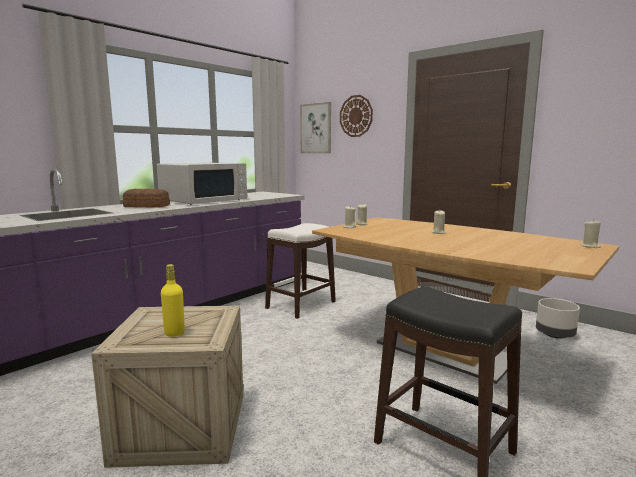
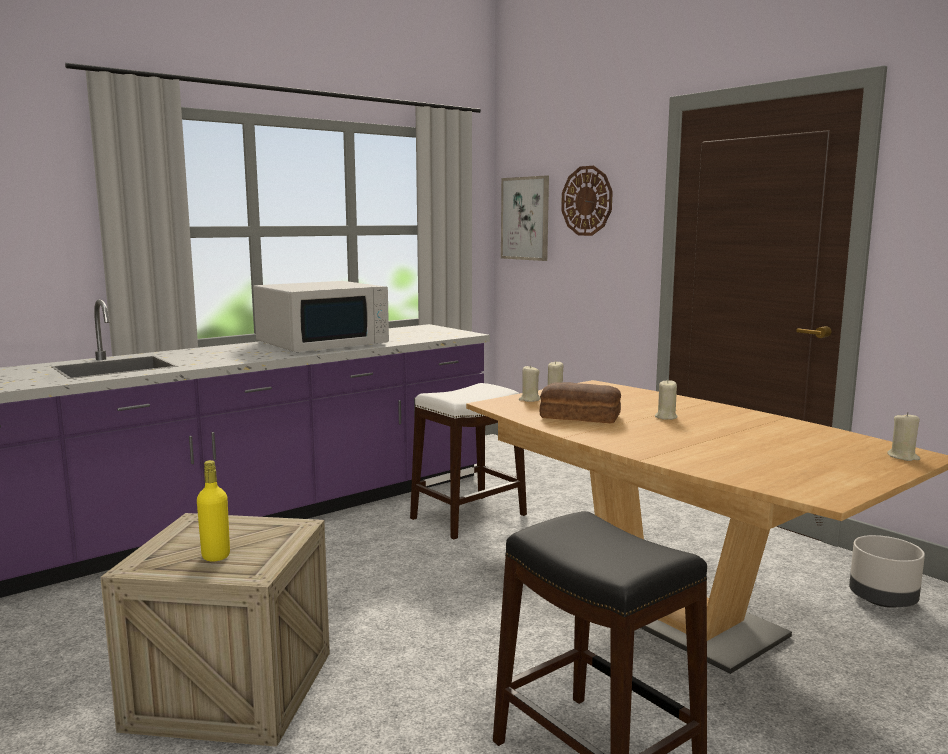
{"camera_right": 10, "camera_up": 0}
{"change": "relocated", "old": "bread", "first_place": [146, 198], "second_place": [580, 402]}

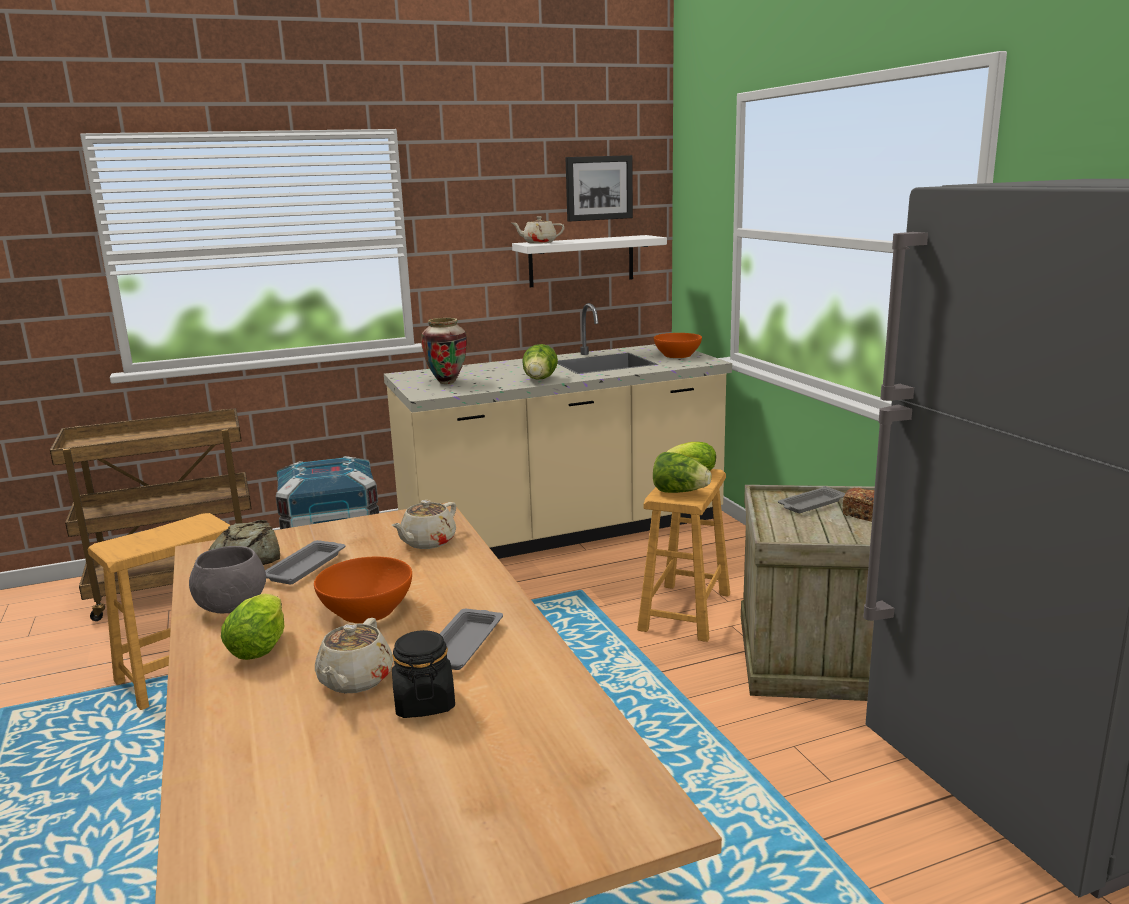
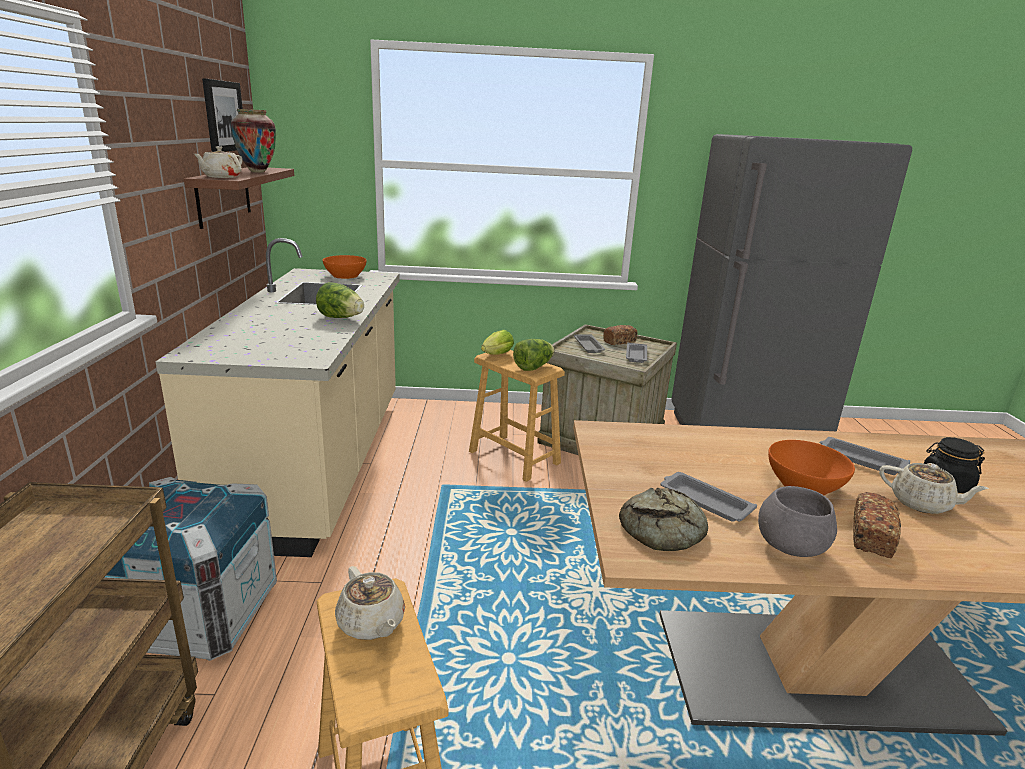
{"camera_right": -70, "camera_up": 5}
{"change": "colour", "old": "shelf (white)", "new": "shelf (brown)", "first_place": [589, 261], "second_place": [239, 198]}
{"change": "relocated", "old": "vase", "first_place": [444, 351], "second_place": [253, 140]}
{"change": "relocated", "old": "teapot (beige)", "first_place": [423, 524], "second_place": [370, 603]}
{"change": "exchanged", "old": "lettuce", "new": "bread", "first_place": [252, 627], "second_place": [877, 525]}
{"change": "appeared", "new": "tray (grey)", "second_place": [636, 353]}

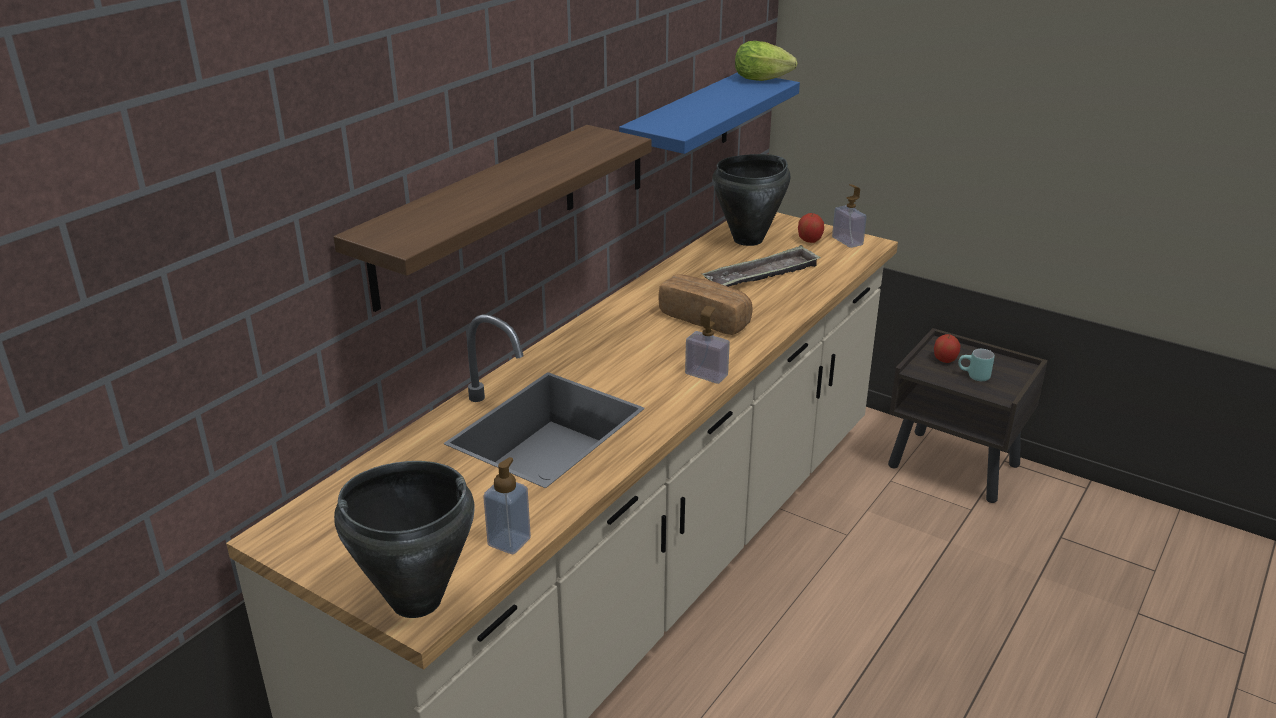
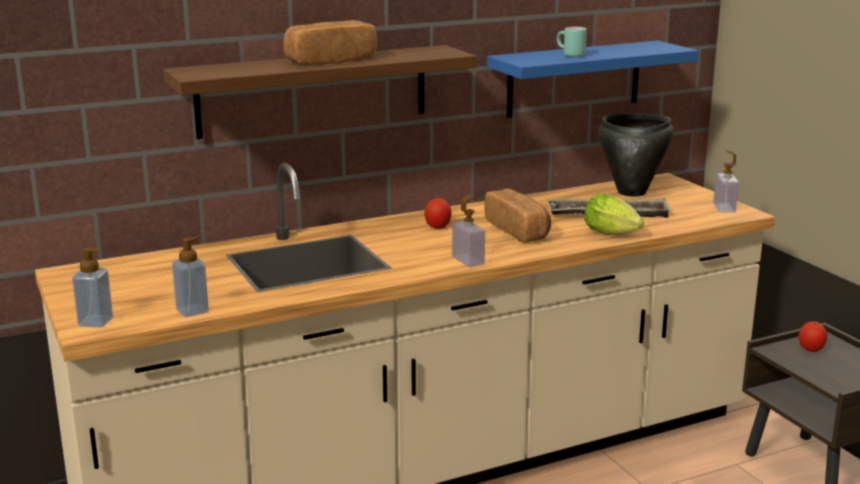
{"camera_right": 30, "camera_up": -10}
{"change": "relocated", "old": "lettuce", "first_place": [766, 61], "second_place": [614, 214]}
{"change": "relocated", "old": "apple", "first_place": [811, 228], "second_place": [438, 213]}
{"change": "relocated", "old": "mug (turquoise)", "first_place": [976, 365], "second_place": [572, 42]}
{"change": "exchanged", "old": "cooking pot (black)", "new": "soap dispenser", "first_place": [404, 539], "second_place": [92, 288]}
{"change": "appeared", "new": "bread", "second_place": [330, 42]}

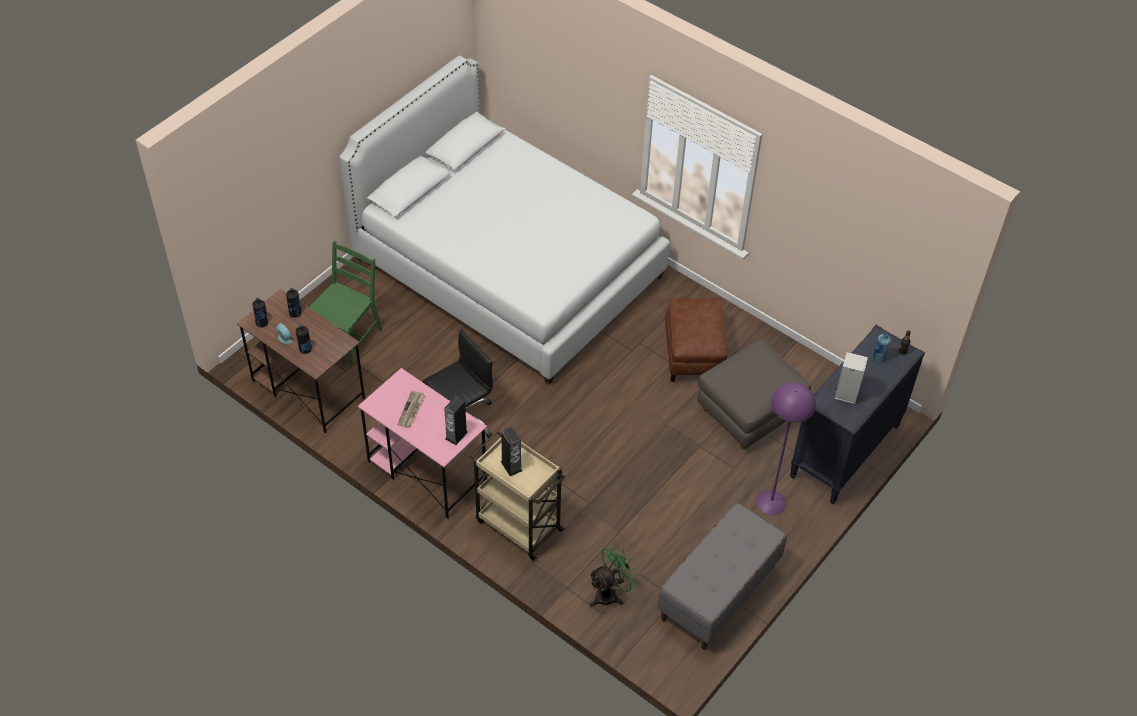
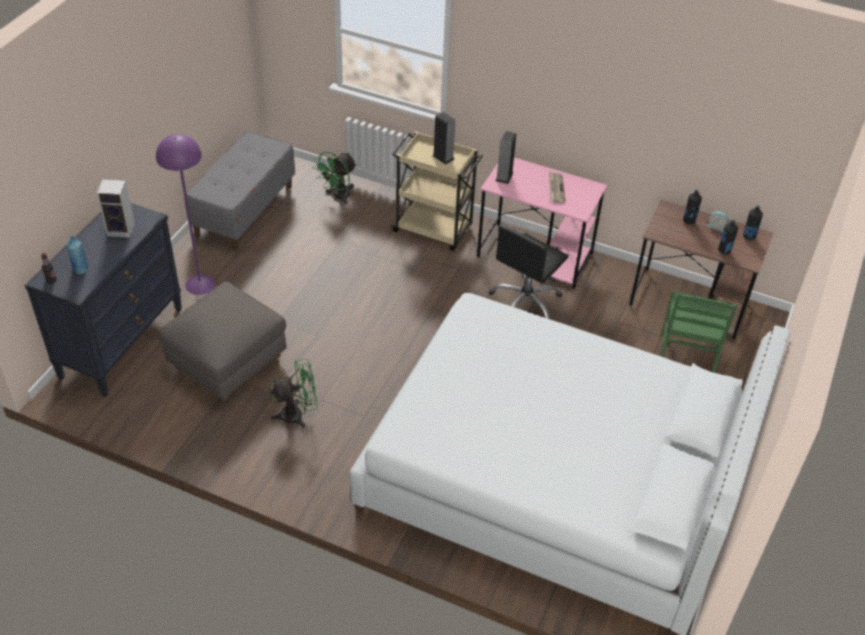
{"camera_right": 165, "camera_up": -5}
{"change": "exchanged", "old": "ottoman (brown)", "new": "fan (green)", "first_place": [696, 340], "second_place": [294, 393]}

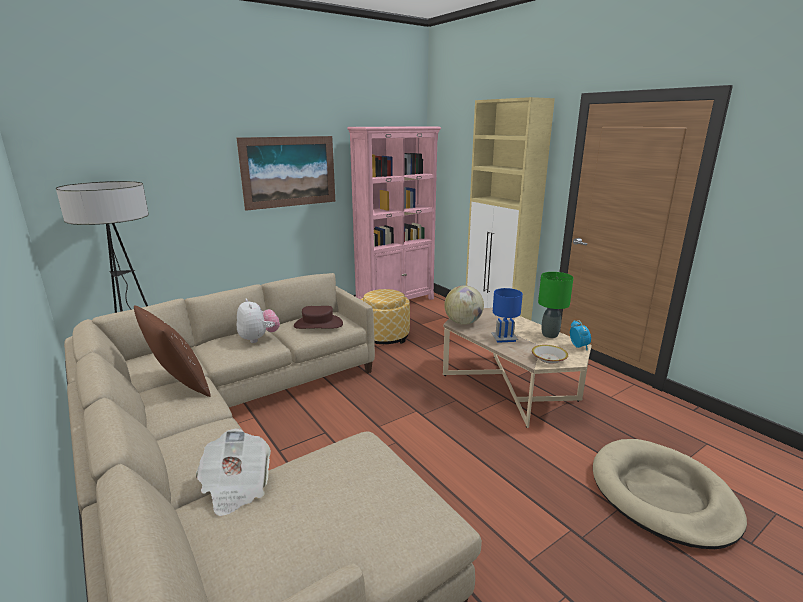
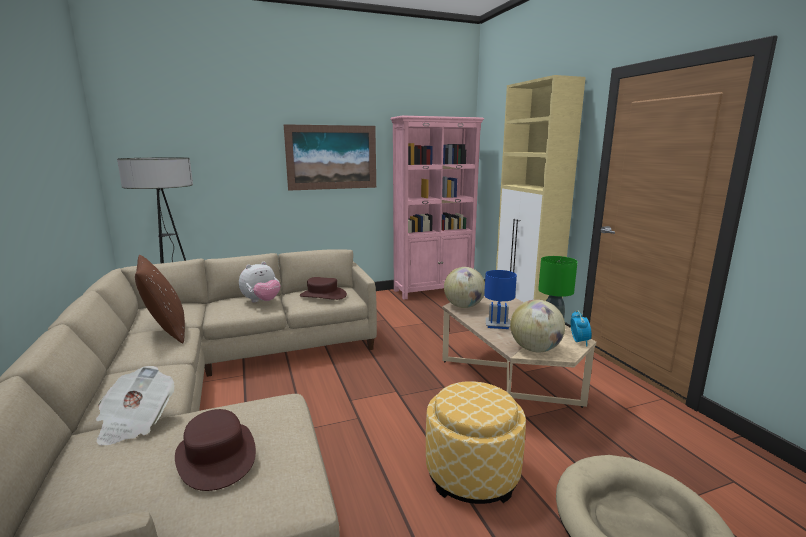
{"camera_right": 15, "camera_up": -5}
{"change": "relocated", "old": "ottoman", "first_place": [385, 316], "second_place": [476, 442]}
{"change": "spun", "old": "plush toy", "first_place": [258, 320], "second_place": [259, 282], "degrees": 60}
{"change": "exchanged", "old": "bowl", "new": "globe", "first_place": [550, 354], "second_place": [537, 325]}
{"change": "appeared", "new": "hat (brown)", "second_place": [215, 450]}

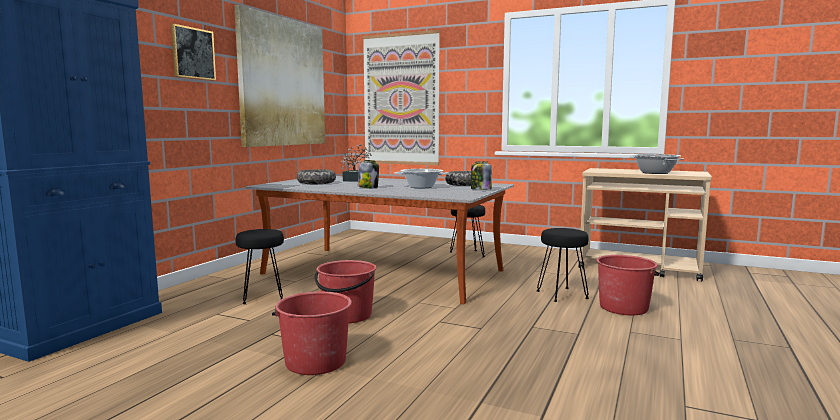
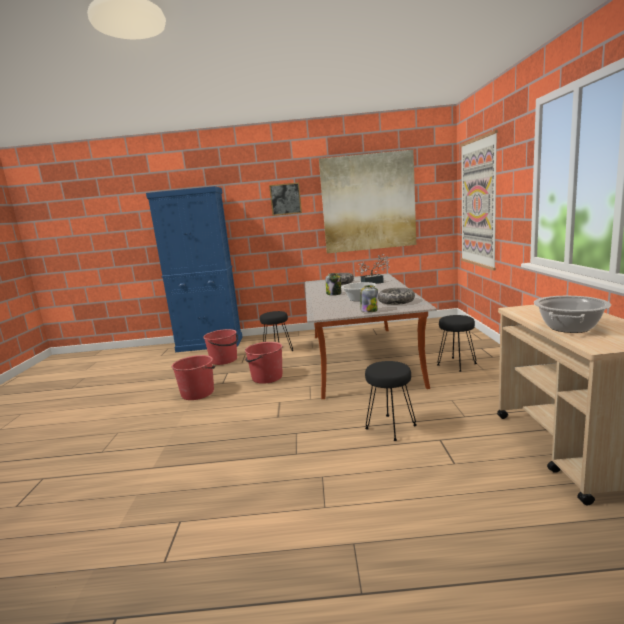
{"camera_right": 65, "camera_up": 5}
{"change": "relocated", "old": "bucket (red)", "first_place": [628, 285], "second_place": [220, 347]}

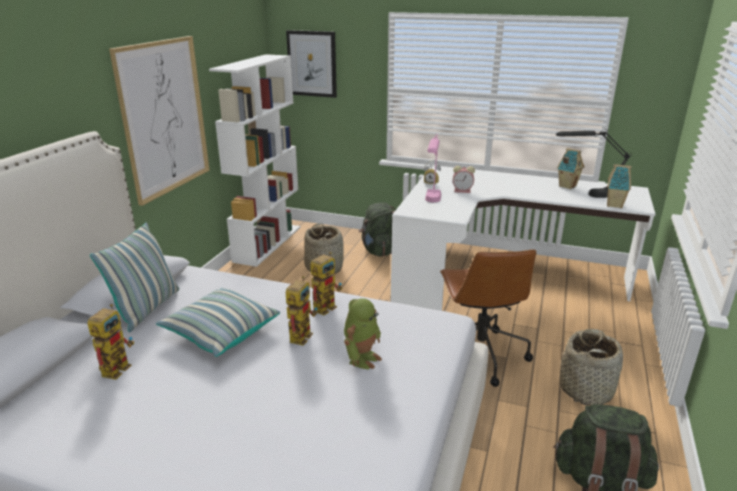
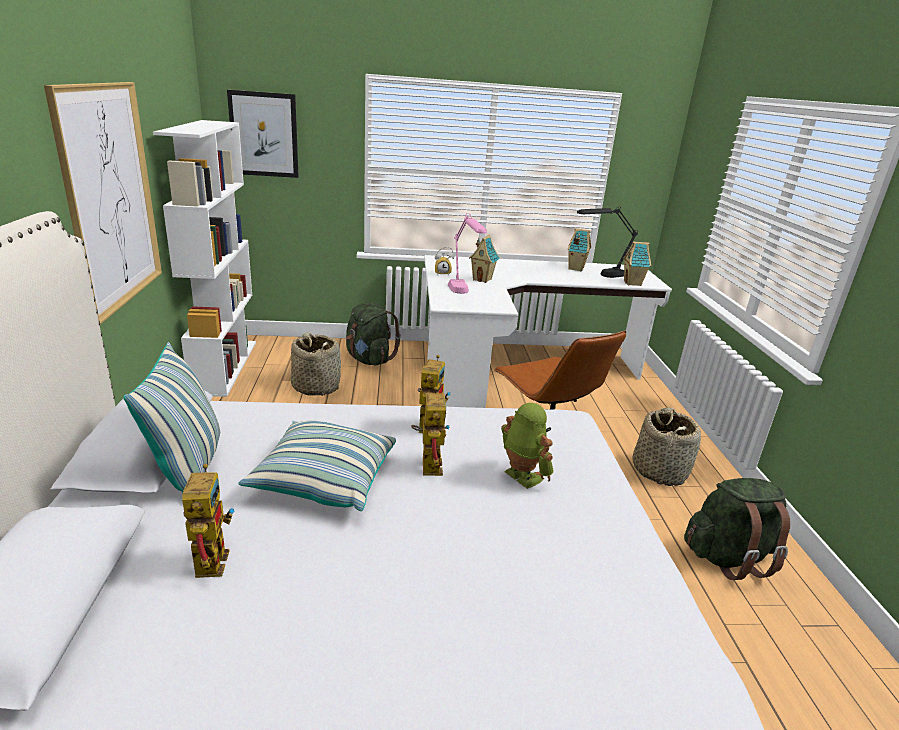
{"camera_right": -25, "camera_up": 0}
{"change": "exchanged", "old": "alarm clock", "new": "toy house", "first_place": [464, 179], "second_place": [484, 259]}
{"change": "spun", "old": "toy robot", "first_place": [363, 333], "second_place": [527, 446], "degrees": -45}

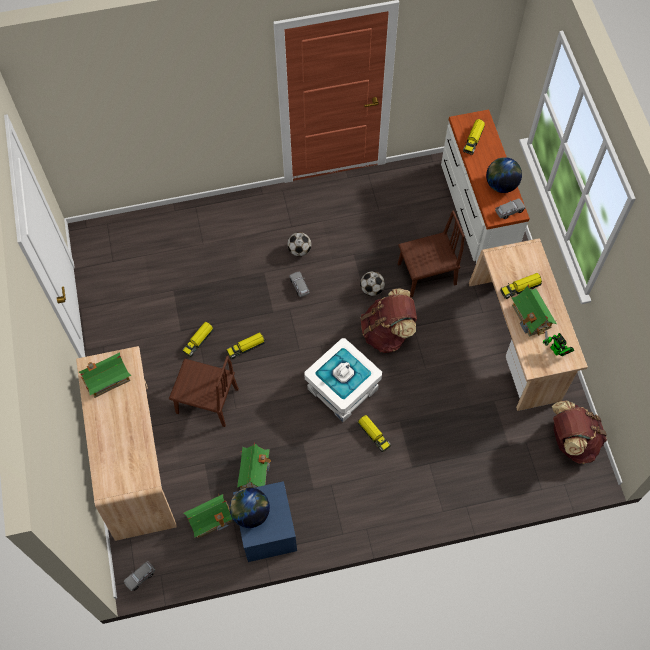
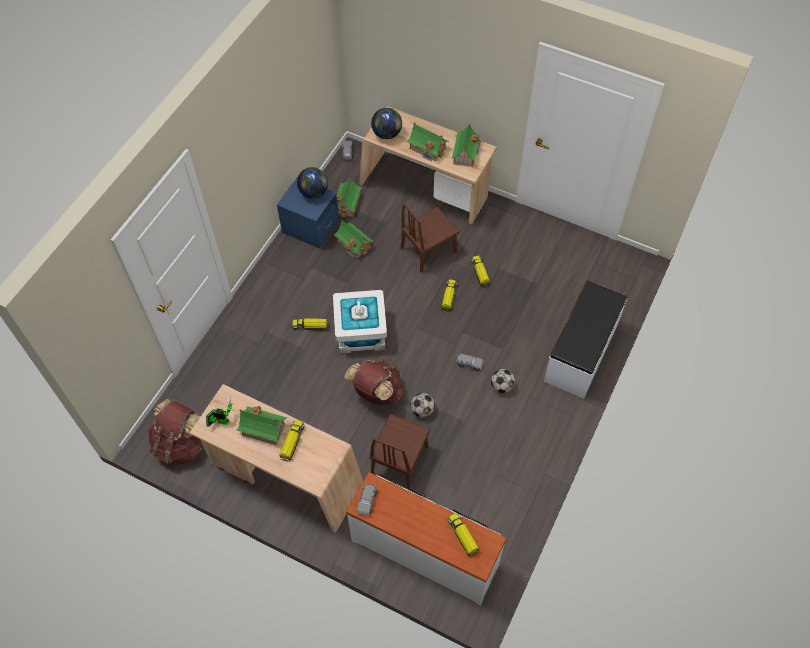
{"camera_right": 130, "camera_up": -5}
{"change": "relocated", "old": "globe", "first_place": [504, 175], "second_place": [386, 123]}
{"change": "appeared", "new": "toy house", "second_place": [428, 141]}
{"change": "appeared", "new": "bench (white)", "second_place": [585, 340]}

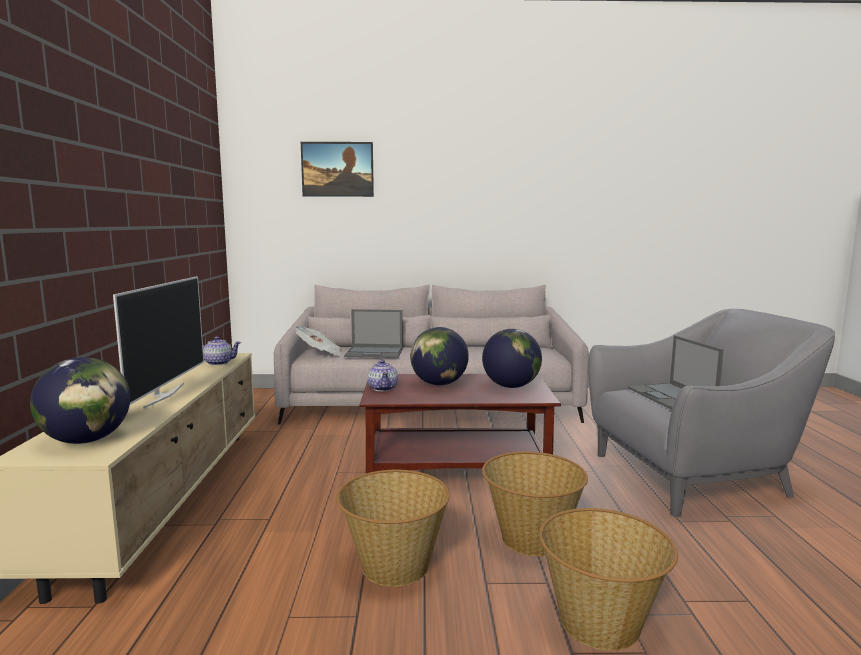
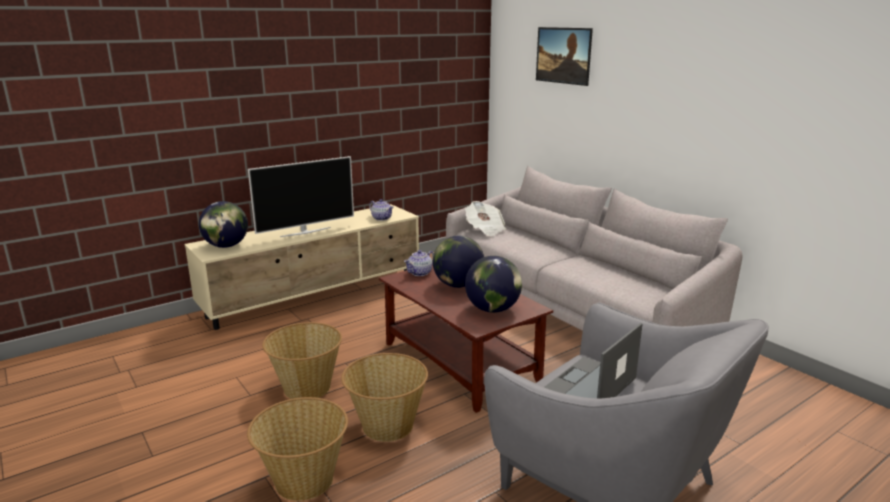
{"camera_right": 55, "camera_up": 10}
{"change": "missing", "old": "laptop", "first_place": [373, 333]}

